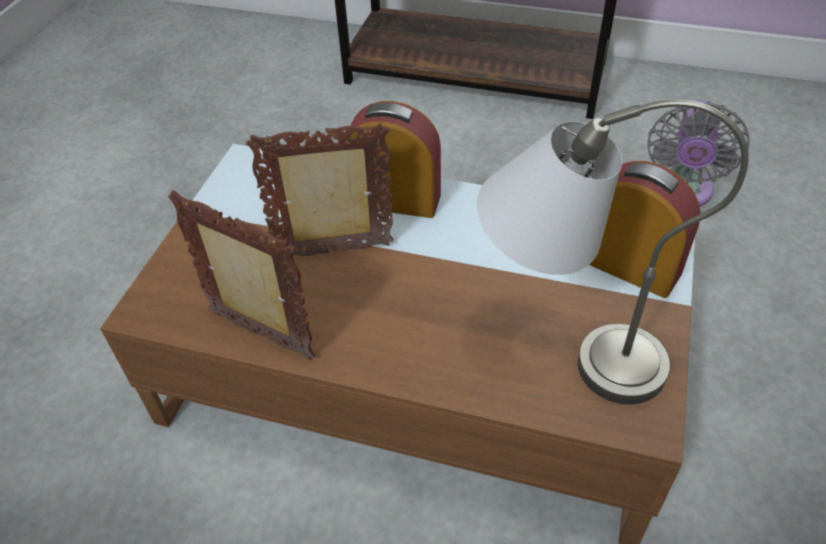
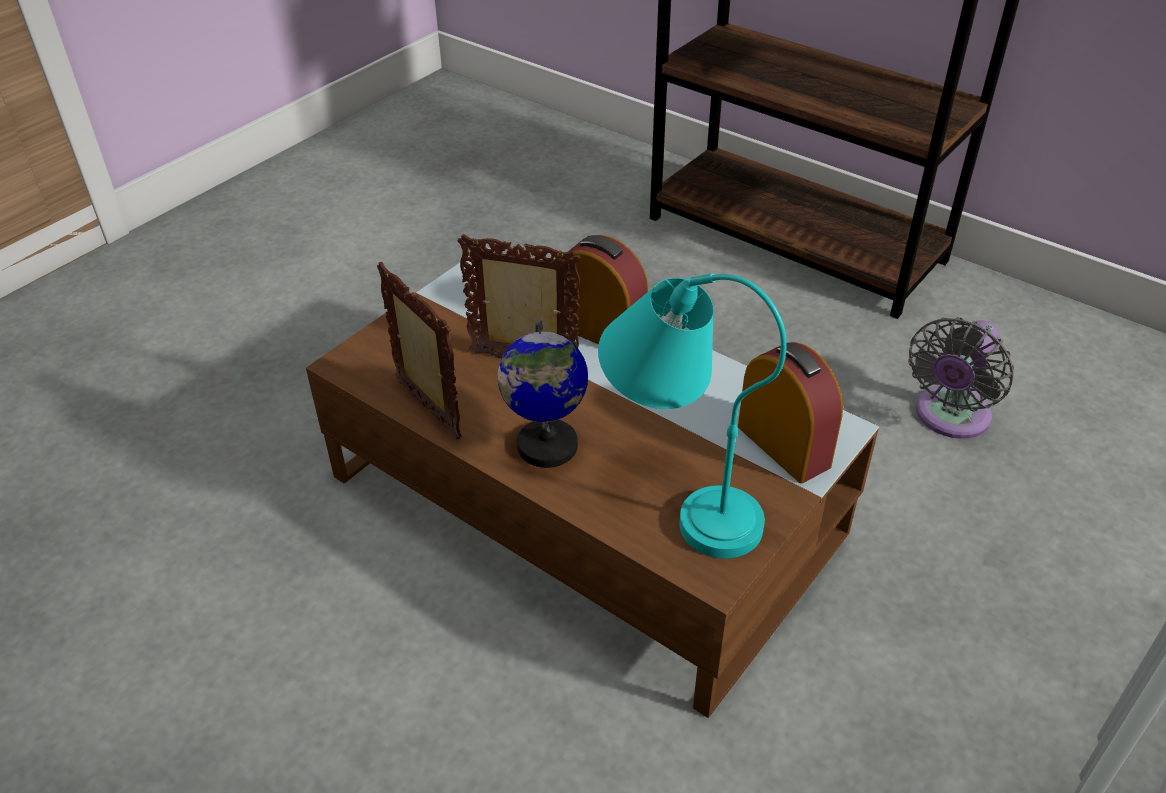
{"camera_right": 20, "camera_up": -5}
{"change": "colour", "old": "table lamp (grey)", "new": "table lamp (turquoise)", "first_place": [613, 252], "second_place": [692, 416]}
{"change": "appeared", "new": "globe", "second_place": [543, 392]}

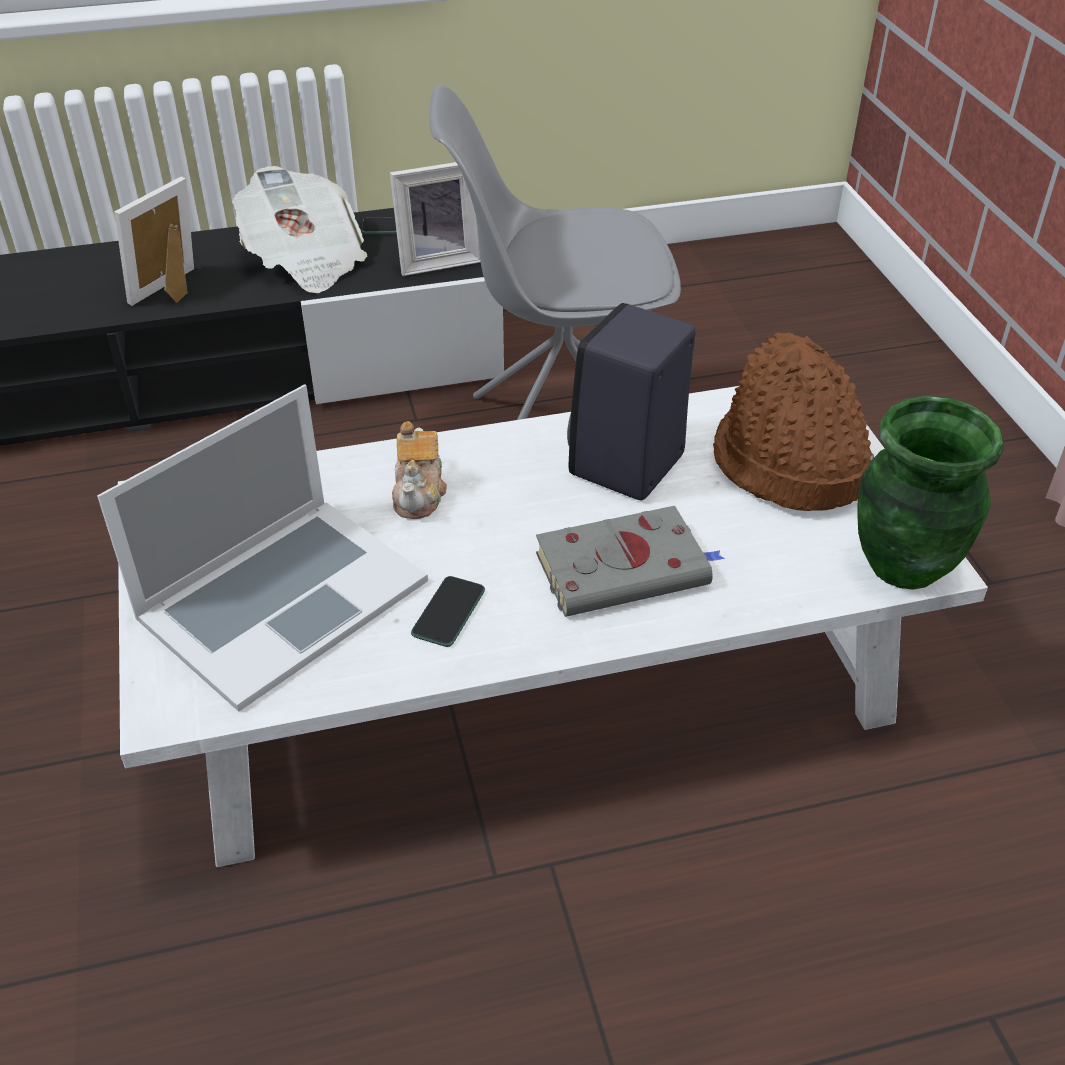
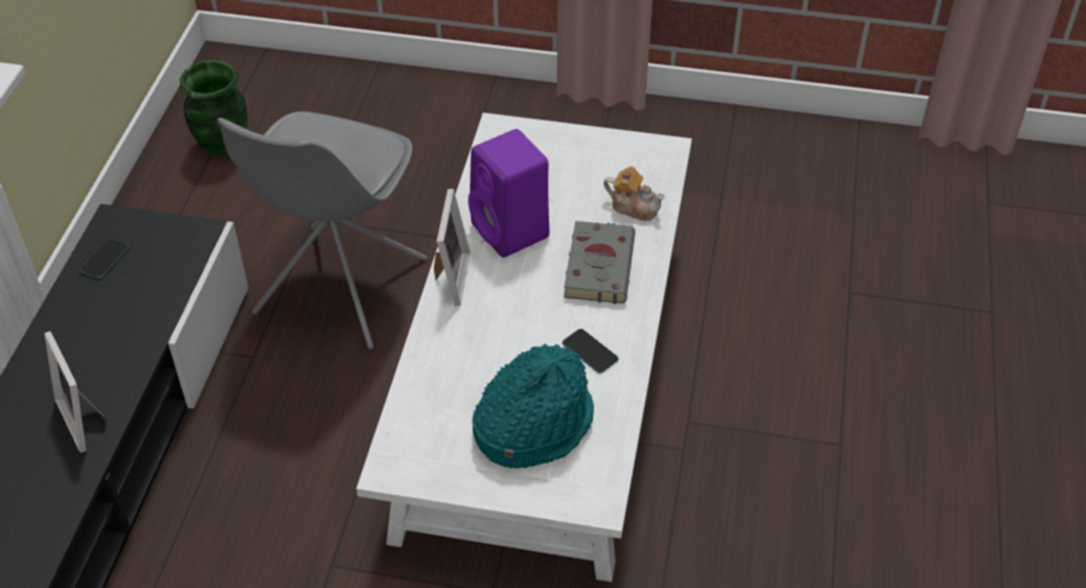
{"camera_right": -65, "camera_up": 5}
{"change": "relocated", "old": "picture frame", "first_place": [435, 219], "second_place": [452, 247]}
{"change": "missing", "old": "newspaper", "first_place": [300, 229]}
{"change": "colour", "old": "speaker (black)", "new": "speaker (purple)", "first_place": [631, 401], "second_place": [508, 193]}
{"change": "missing", "old": "hat (brown)", "first_place": [793, 421]}
{"change": "exchanged", "old": "laptop", "new": "hat (turquoise)", "first_place": [262, 548], "second_place": [533, 406]}
{"change": "relocated", "old": "vase (green)", "first_place": [931, 493], "second_place": [213, 108]}
{"change": "relocated", "old": "teapot", "first_place": [419, 470], "second_place": [634, 193]}

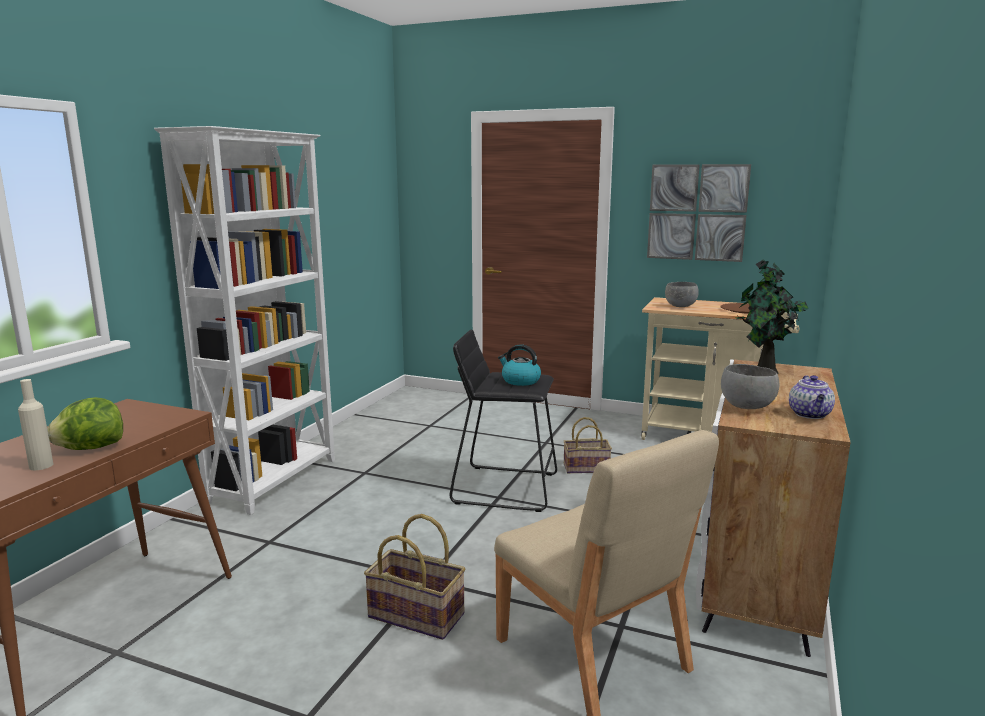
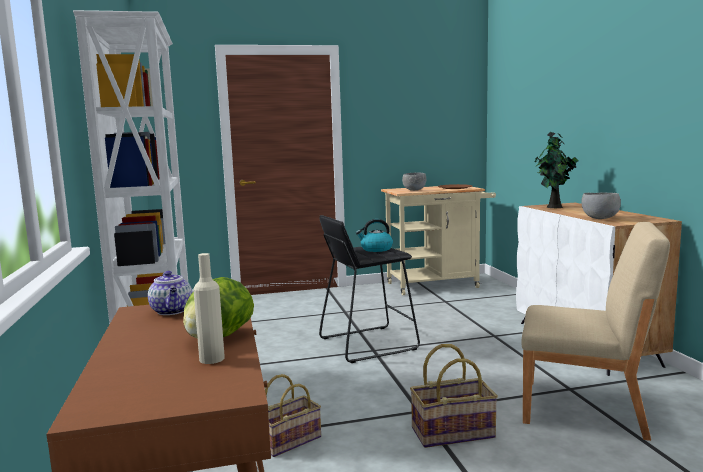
{"camera_right": -35, "camera_up": -5}
{"change": "missing", "old": "picture", "first_place": [699, 213]}
{"change": "relocated", "old": "teapot", "first_place": [812, 397], "second_place": [170, 293]}
{"change": "relocated", "old": "basket", "first_place": [587, 445], "second_place": [293, 415]}

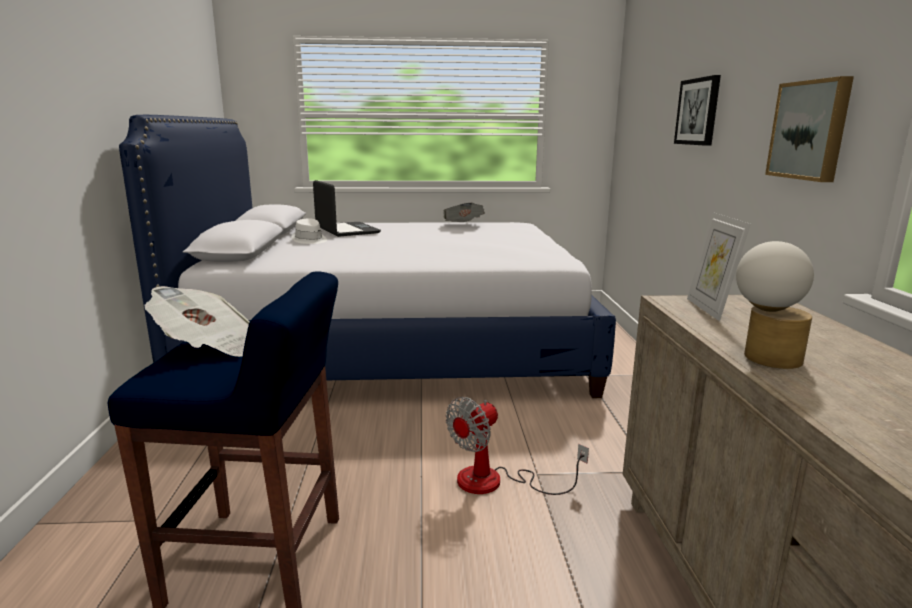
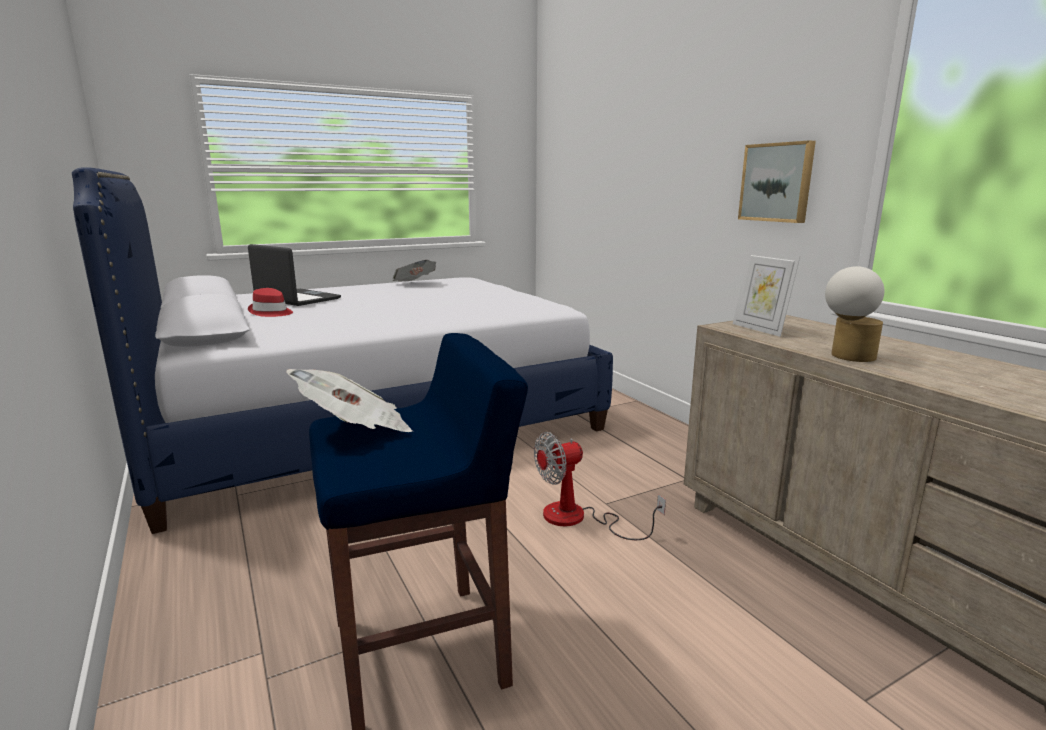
{"camera_right": -25, "camera_up": 0}
{"change": "missing", "old": "picture", "first_place": [697, 110]}
{"change": "colour", "old": "hat (white)", "new": "hat (red)", "first_place": [309, 231], "second_place": [270, 302]}
{"change": "spun", "old": "fan", "first_place": [517, 446], "second_place": [600, 486], "degrees": 45}

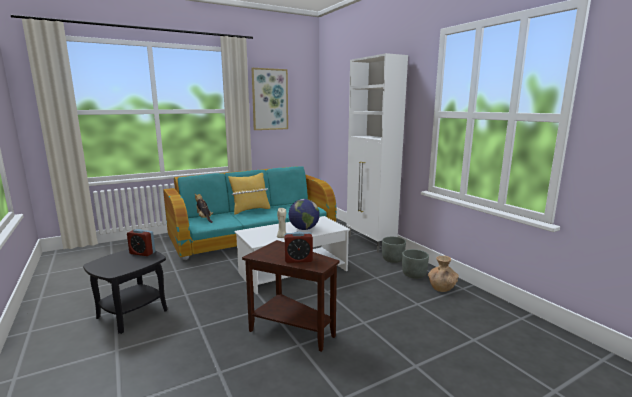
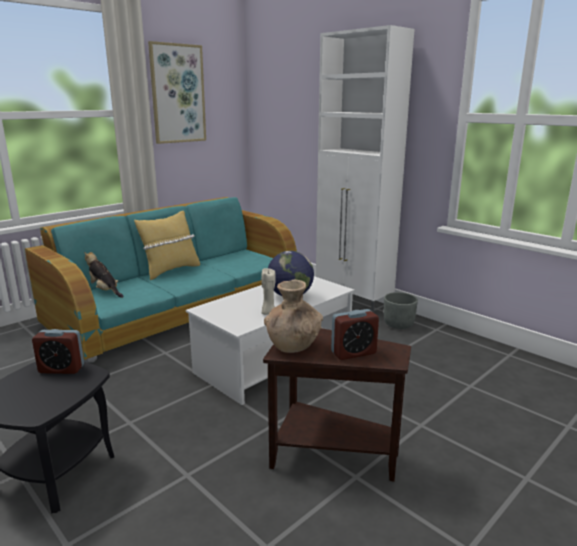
{"camera_right": -15, "camera_up": 5}
{"change": "missing", "old": "planter (grey)", "first_place": [415, 264]}
{"change": "relocated", "old": "vase (brown)", "first_place": [443, 274], "second_place": [293, 316]}

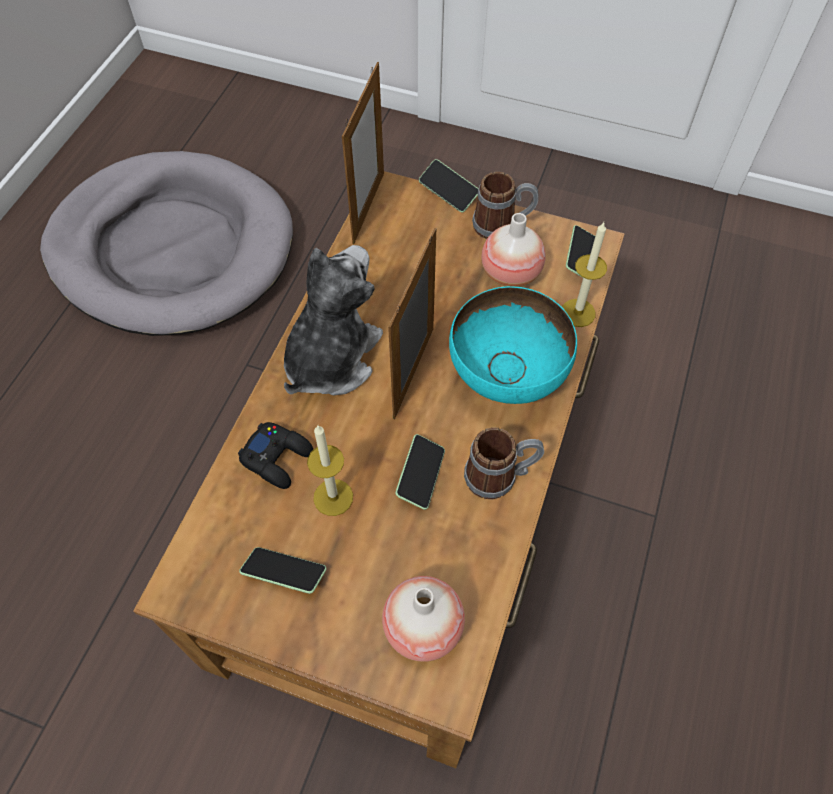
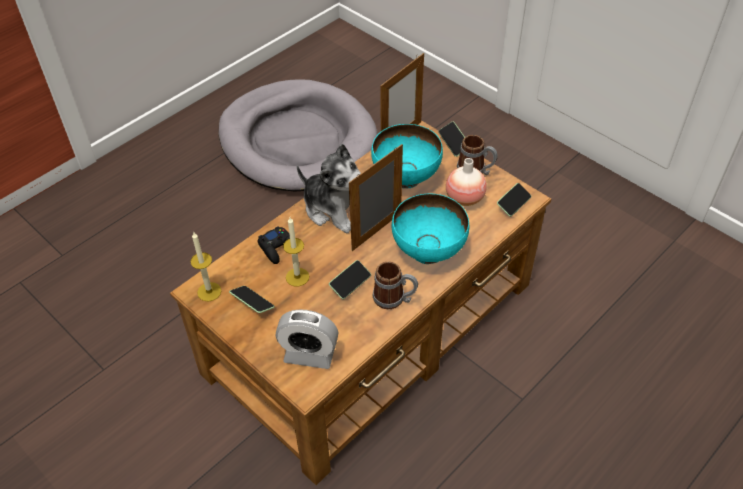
{"camera_right": 25, "camera_up": -10}
{"change": "relocated", "old": "candle", "first_place": [584, 274], "second_place": [206, 267]}
{"change": "spun", "old": "plush toy", "first_place": [333, 320], "second_place": [329, 188], "degrees": 75}
{"change": "exchanged", "old": "vase", "new": "alarm clock", "first_place": [423, 619], "second_place": [307, 339]}
{"change": "appeared", "new": "bowl (turquoise)", "second_place": [407, 156]}

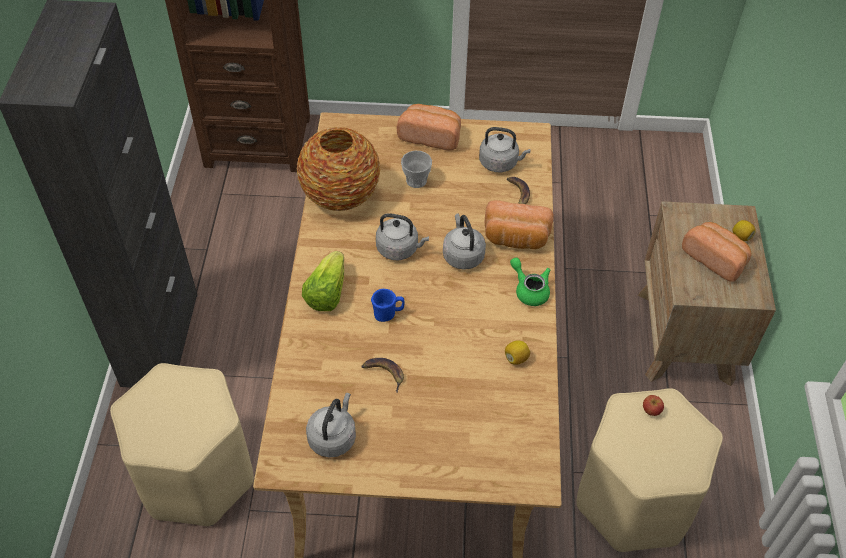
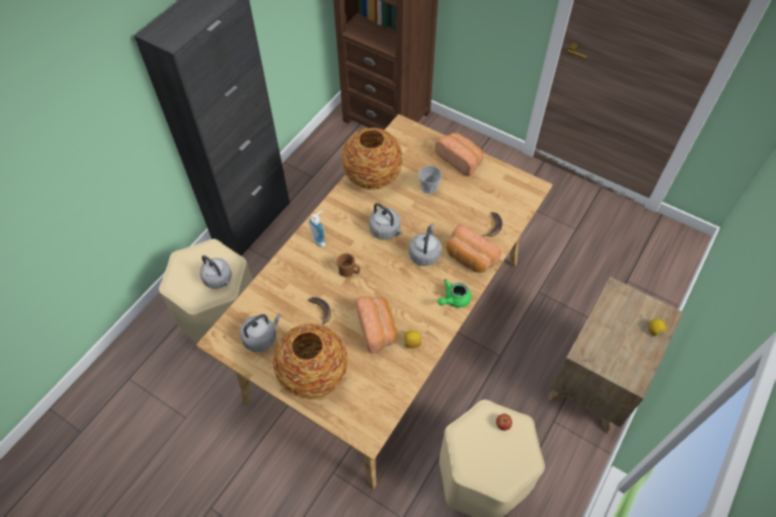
{"camera_right": 30, "camera_up": 5}
{"change": "relocated", "old": "kettle (grey)", "first_place": [505, 149], "second_place": [216, 272]}
{"change": "relocated", "old": "bread", "first_place": [716, 251], "second_place": [376, 325]}
{"change": "exchanged", "old": "lettuce", "new": "soap dispenser", "first_place": [323, 281], "second_place": [317, 229]}
{"change": "spun", "old": "teapot (green)", "first_place": [530, 282], "second_place": [454, 293], "degrees": -120}
{"change": "colour", "old": "mug (blue)", "new": "mug (brown)", "first_place": [388, 305], "second_place": [348, 265]}
{"change": "appeared", "new": "vase", "second_place": [310, 361]}

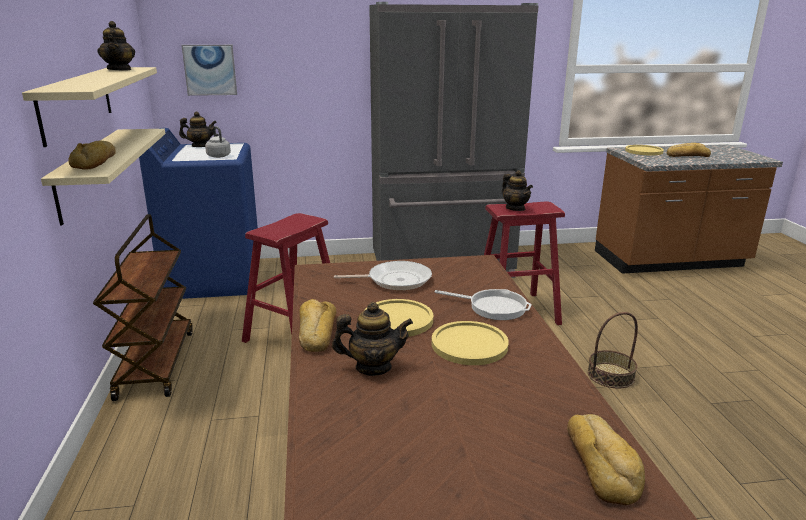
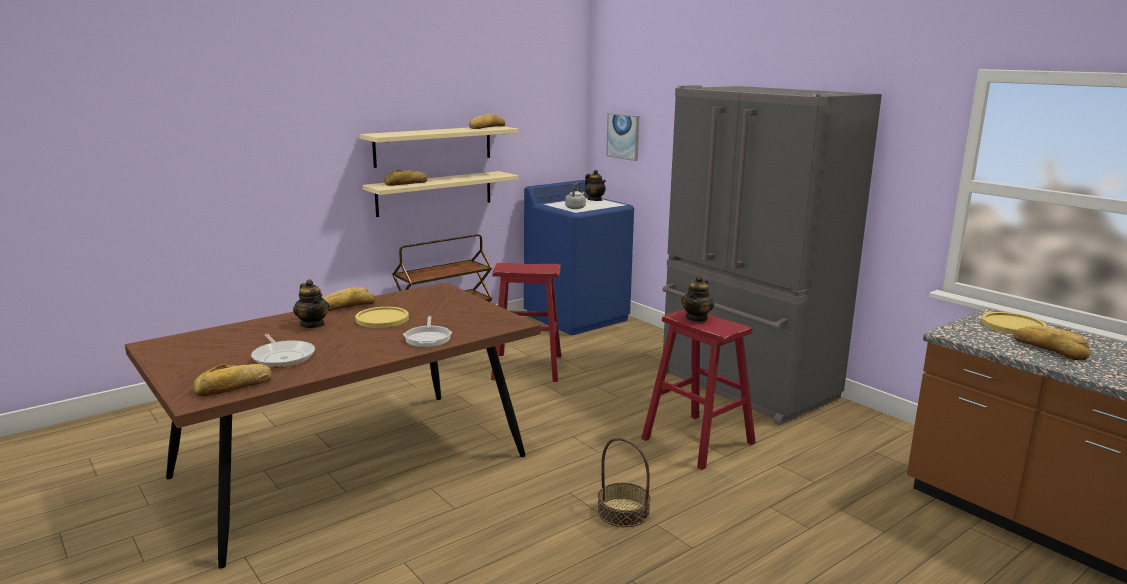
{"camera_right": 60, "camera_up": -5}
{"change": "exchanged", "old": "teapot", "new": "bread", "first_place": [116, 46], "second_place": [487, 121]}
{"change": "relocated", "old": "frying pan", "first_place": [383, 275], "second_place": [283, 351]}
{"change": "missing", "old": "plate (yellow)", "first_place": [470, 343]}

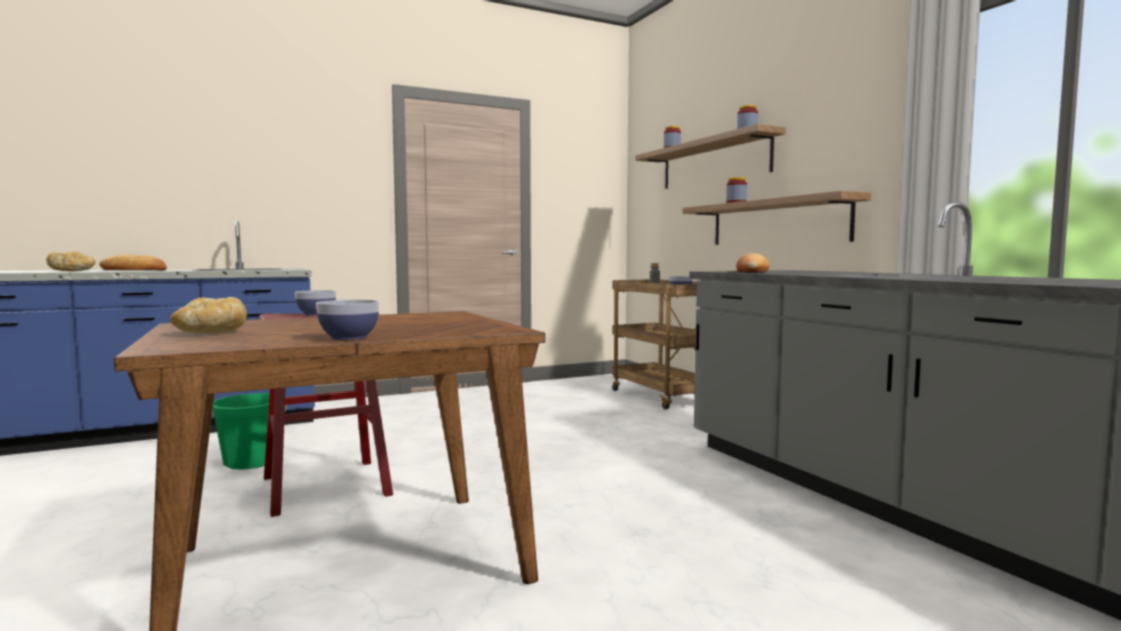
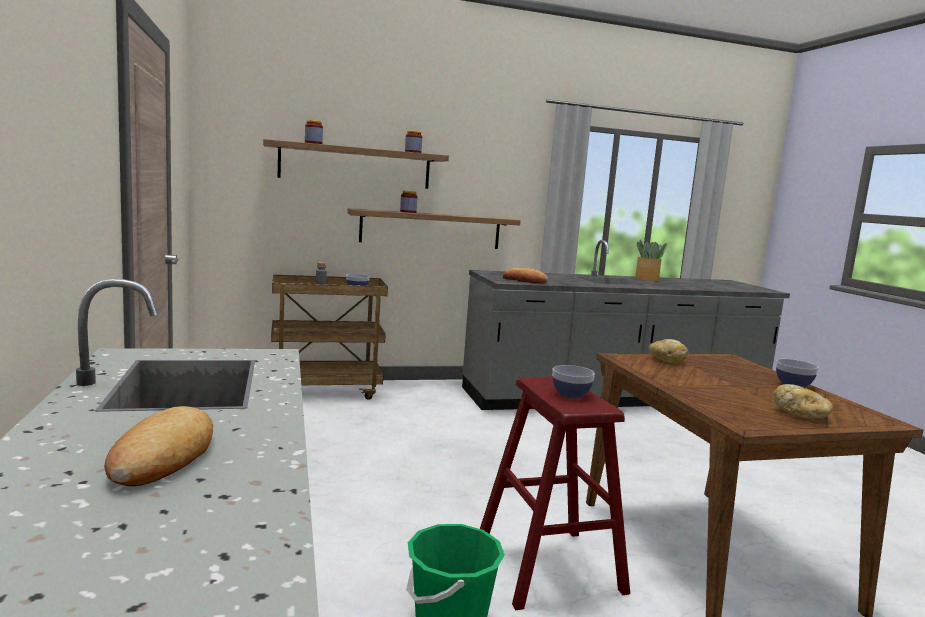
{"camera_right": -80, "camera_up": 5}
{"change": "relocated", "old": "bread", "first_place": [70, 262], "second_place": [668, 351]}
{"change": "appeared", "new": "potted plant", "second_place": [651, 260]}

